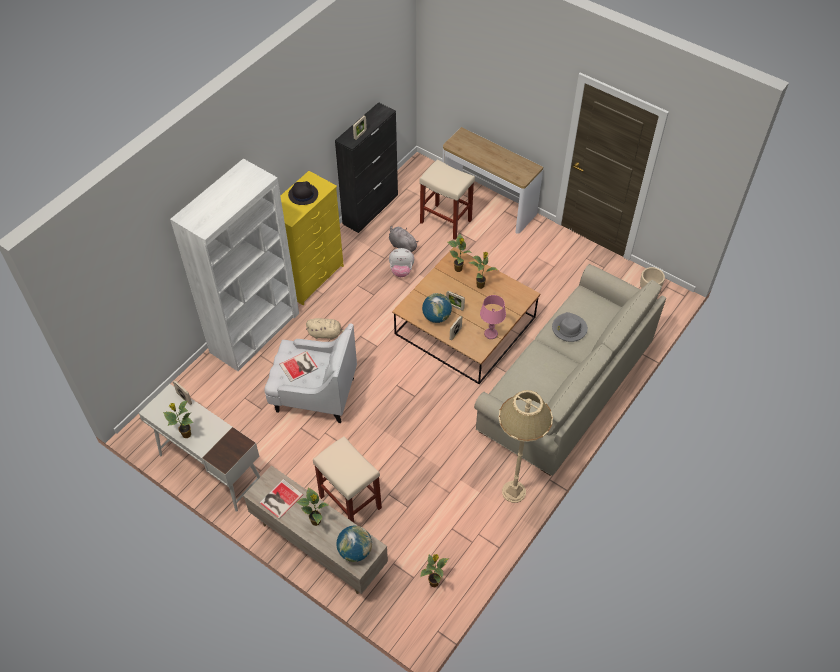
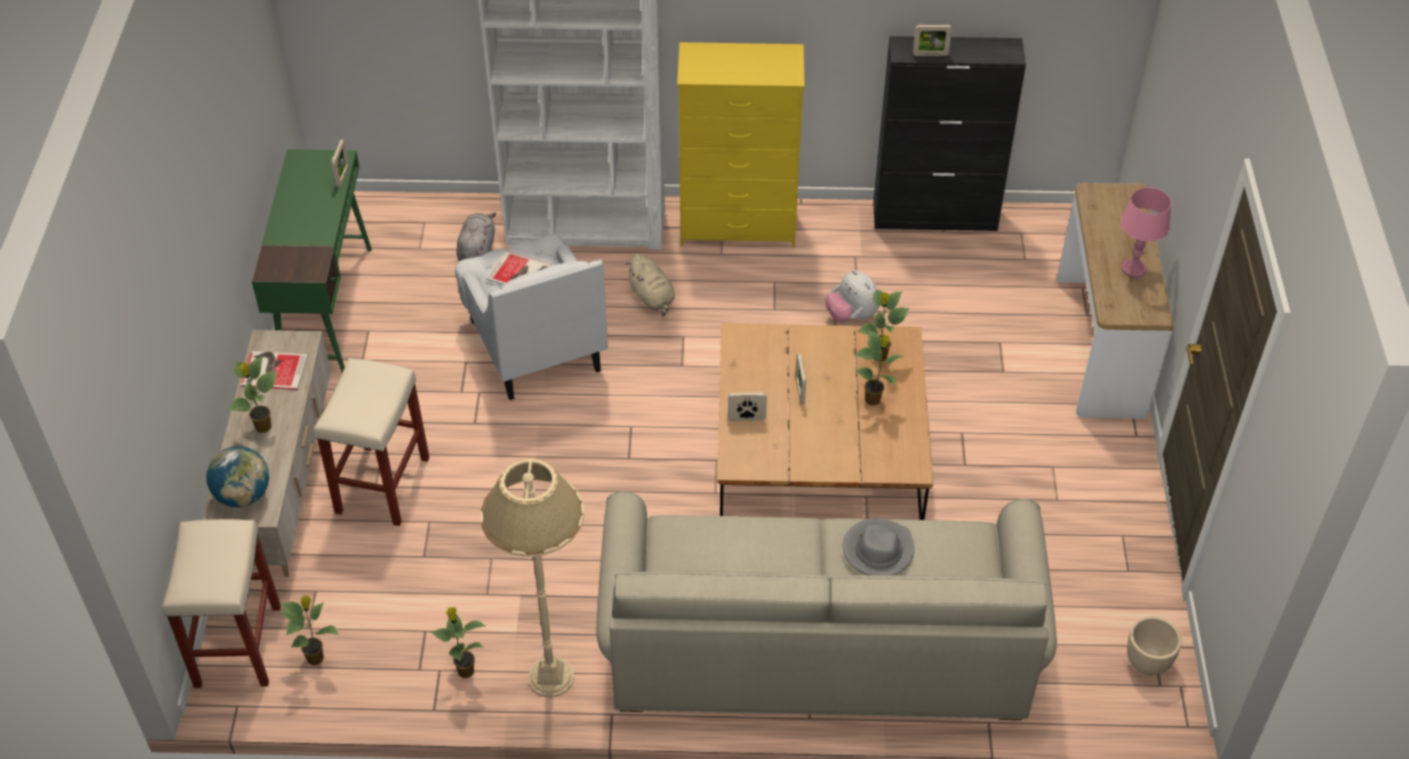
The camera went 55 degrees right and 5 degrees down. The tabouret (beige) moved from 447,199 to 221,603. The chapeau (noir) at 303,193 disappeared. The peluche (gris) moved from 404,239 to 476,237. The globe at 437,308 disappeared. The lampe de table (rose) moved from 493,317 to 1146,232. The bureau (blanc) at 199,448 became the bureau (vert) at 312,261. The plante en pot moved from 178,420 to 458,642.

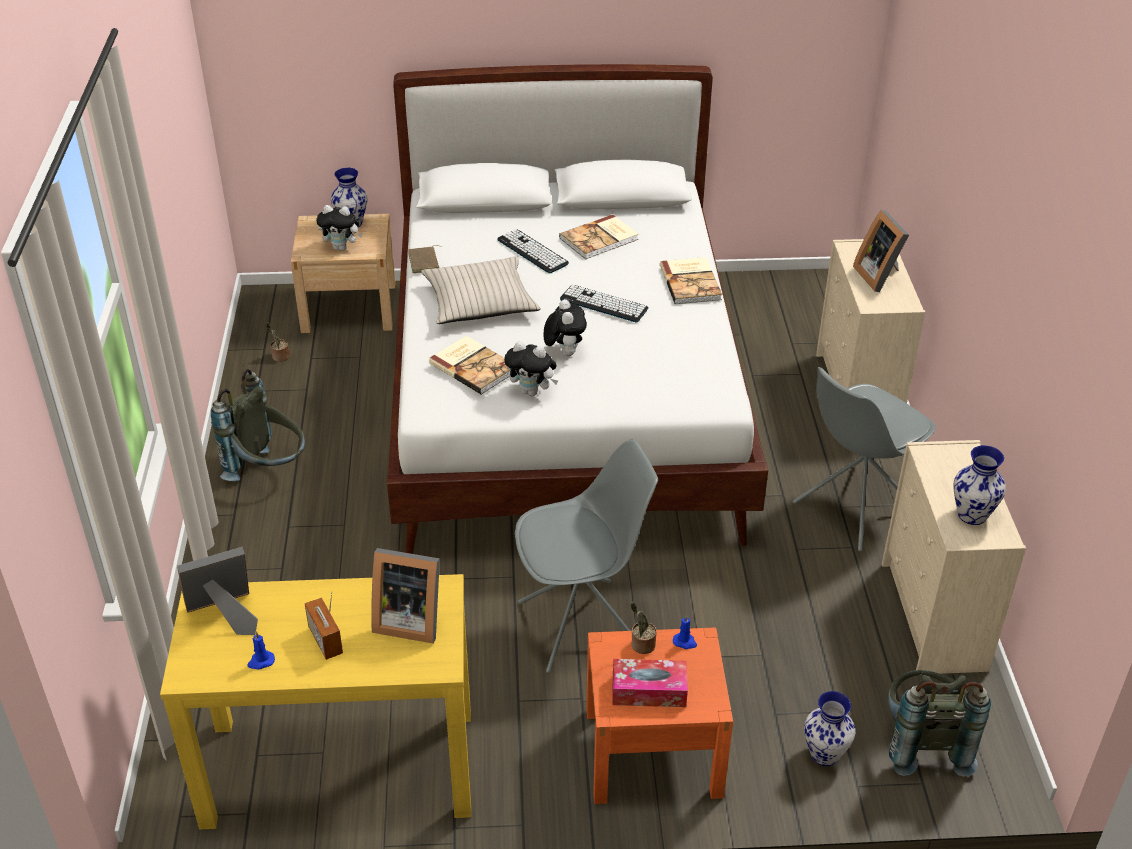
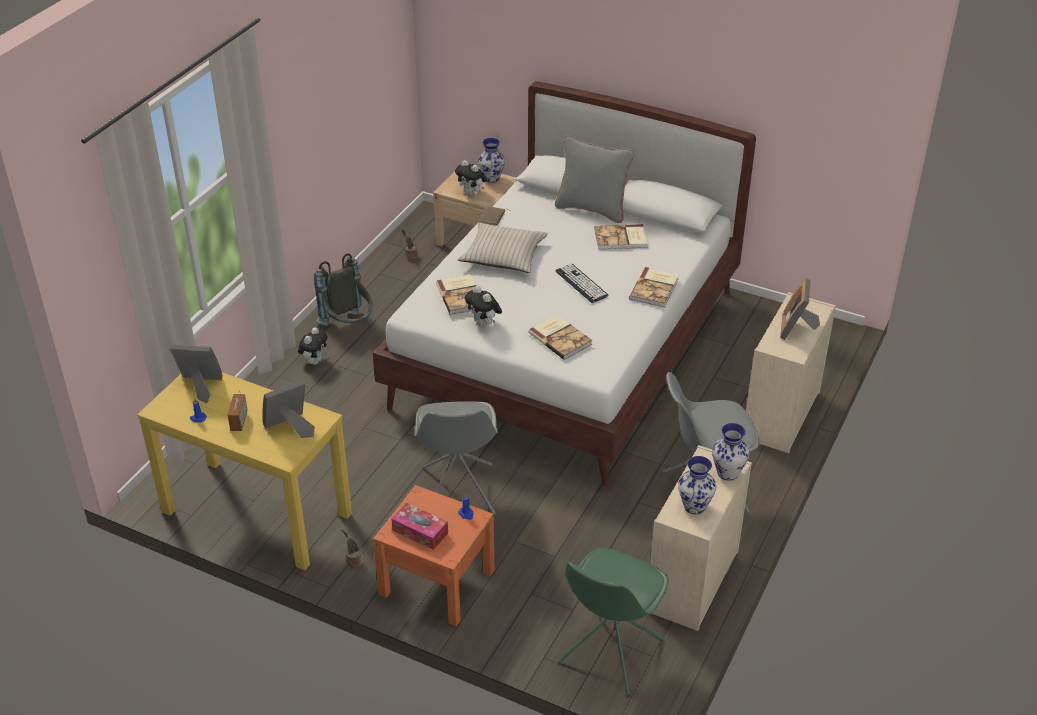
The camera went 30 degrees right and 0 degrees up. The clavier at 533,251 disappeared. The peluche moved from 565,327 to 312,346. The chaise (gris) at 586,556 turned 75 degrees clockwise. The cadre photo at 405,595 turned 105 degrees clockwise. The plante en pot moved from 643,628 to 352,548. The sac à dos (gris) at 939,723 was replaced by the chaise (vert) at 613,621. The vase moved from 829,728 to 730,452. The coussin (gris) at 594,179 appeared. The livre at 560,337 appeared.

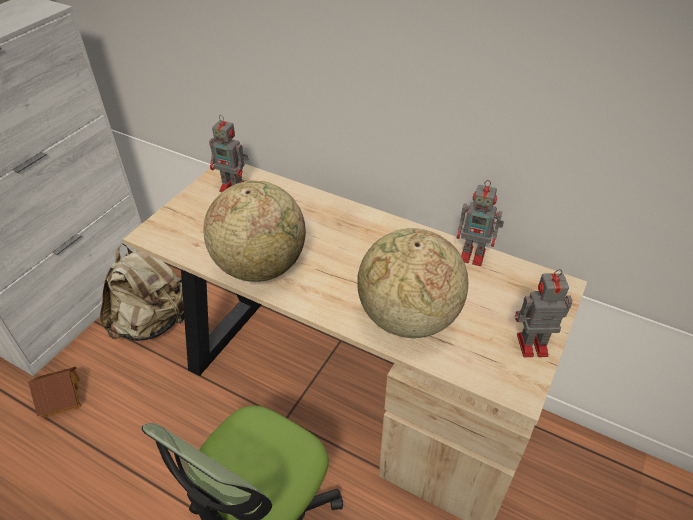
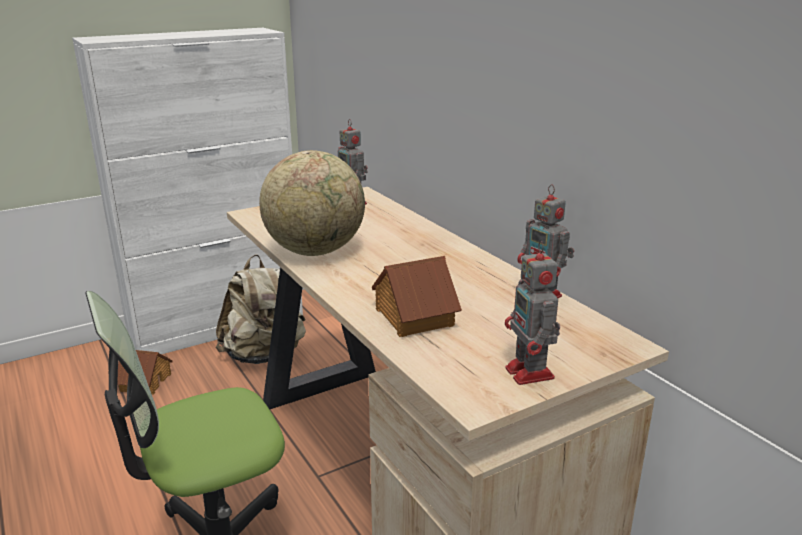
The camera went 30 degrees right and 20 degrees down. The globe at 412,283 was replaced by the maison miniature at 417,296. The robot jouet at 543,313 turned 135 degrees counterclockwise.

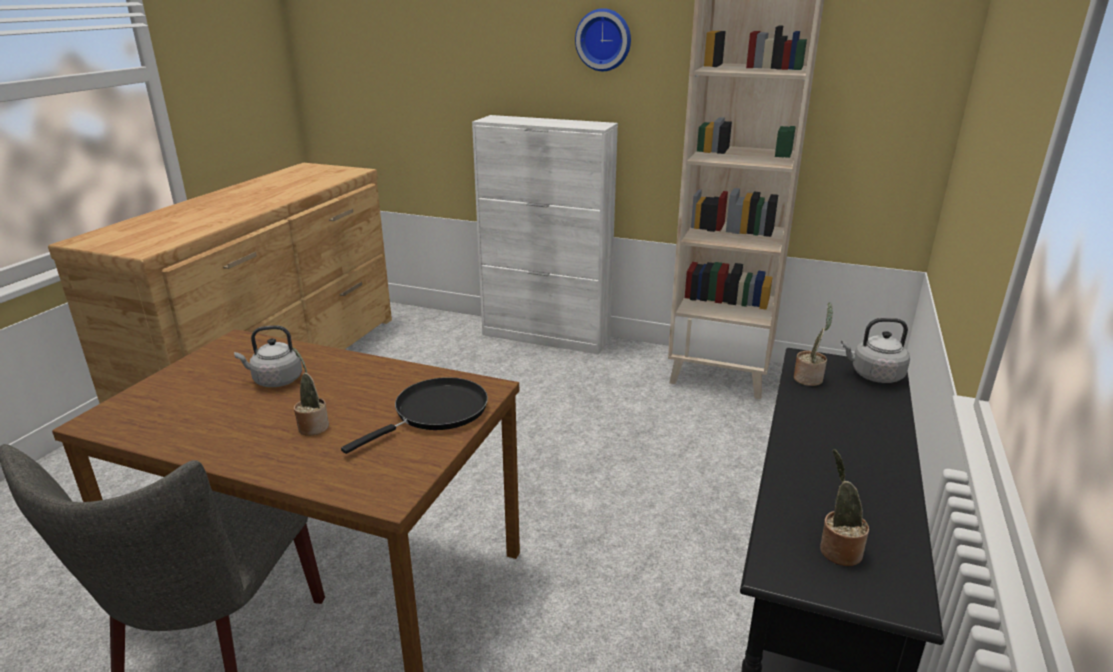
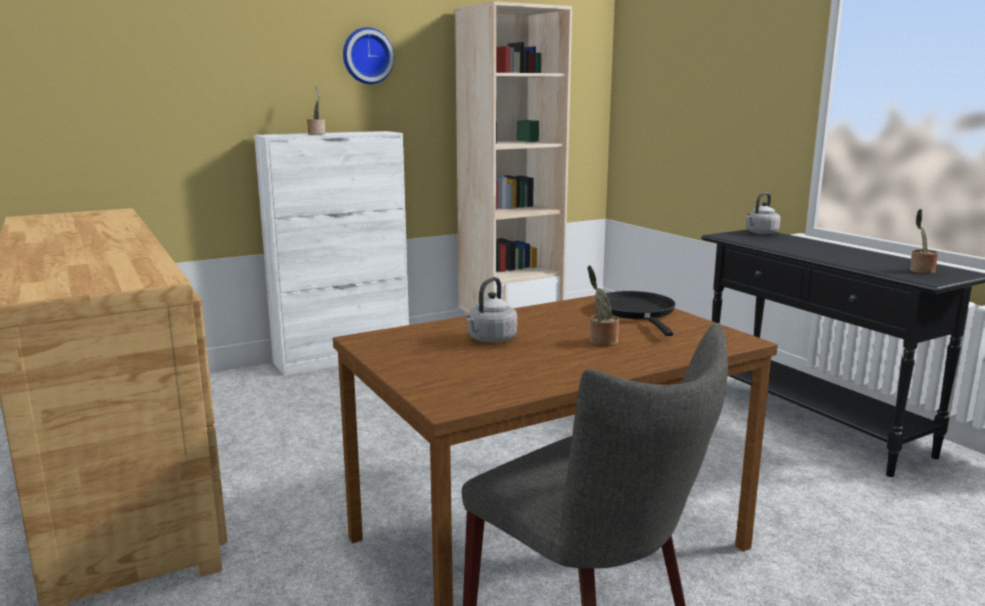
The camera went 50 degrees left and 10 degrees down. The plante en pot moved from 813,344 to 316,110.

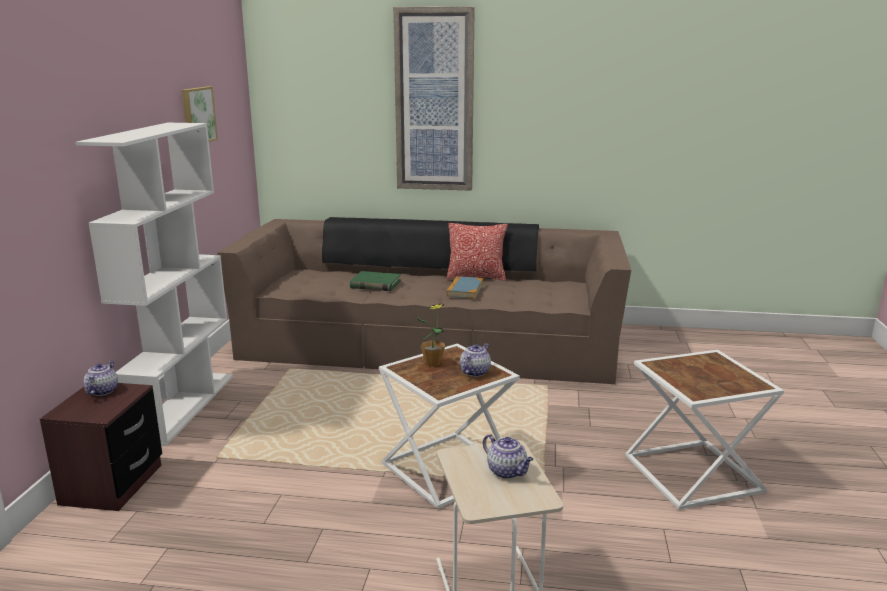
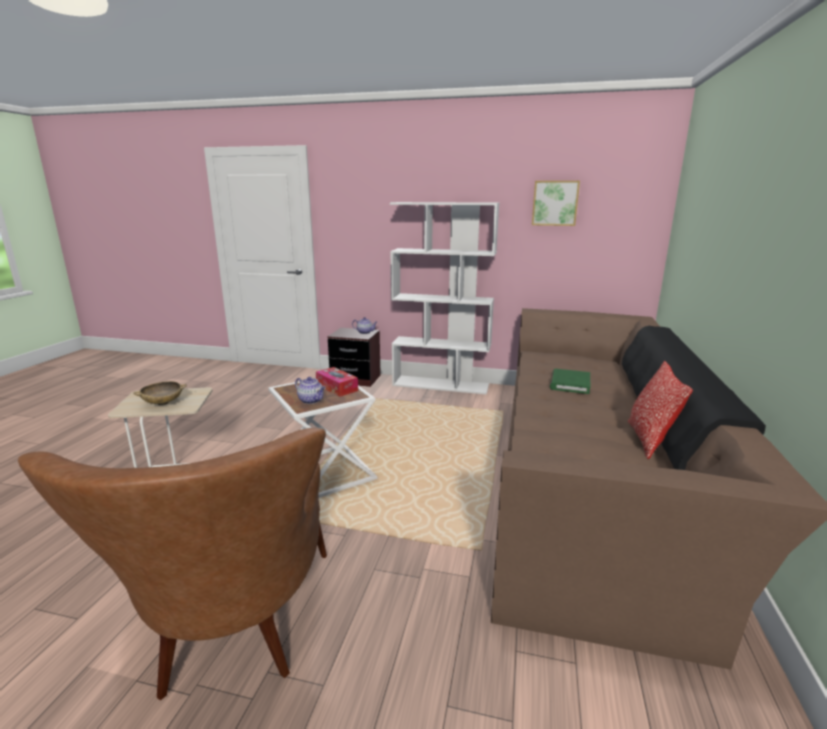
The camera went 95 degrees right and 0 degrees up. The tableau at 434,99 disappeared. The livre at 464,287 disappeared. The plante en pot at 430,334 was replaced by the boîte à mouchoirs at 337,382. The table d'appoint (blanc) at 704,430 was replaced by the fauteuil (marron) at 172,564. The théière at 508,456 was replaced by the bol (beige) at 160,393.

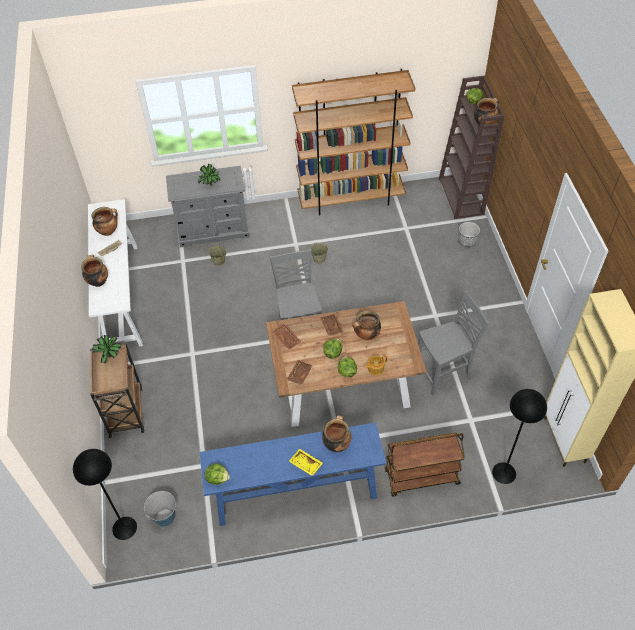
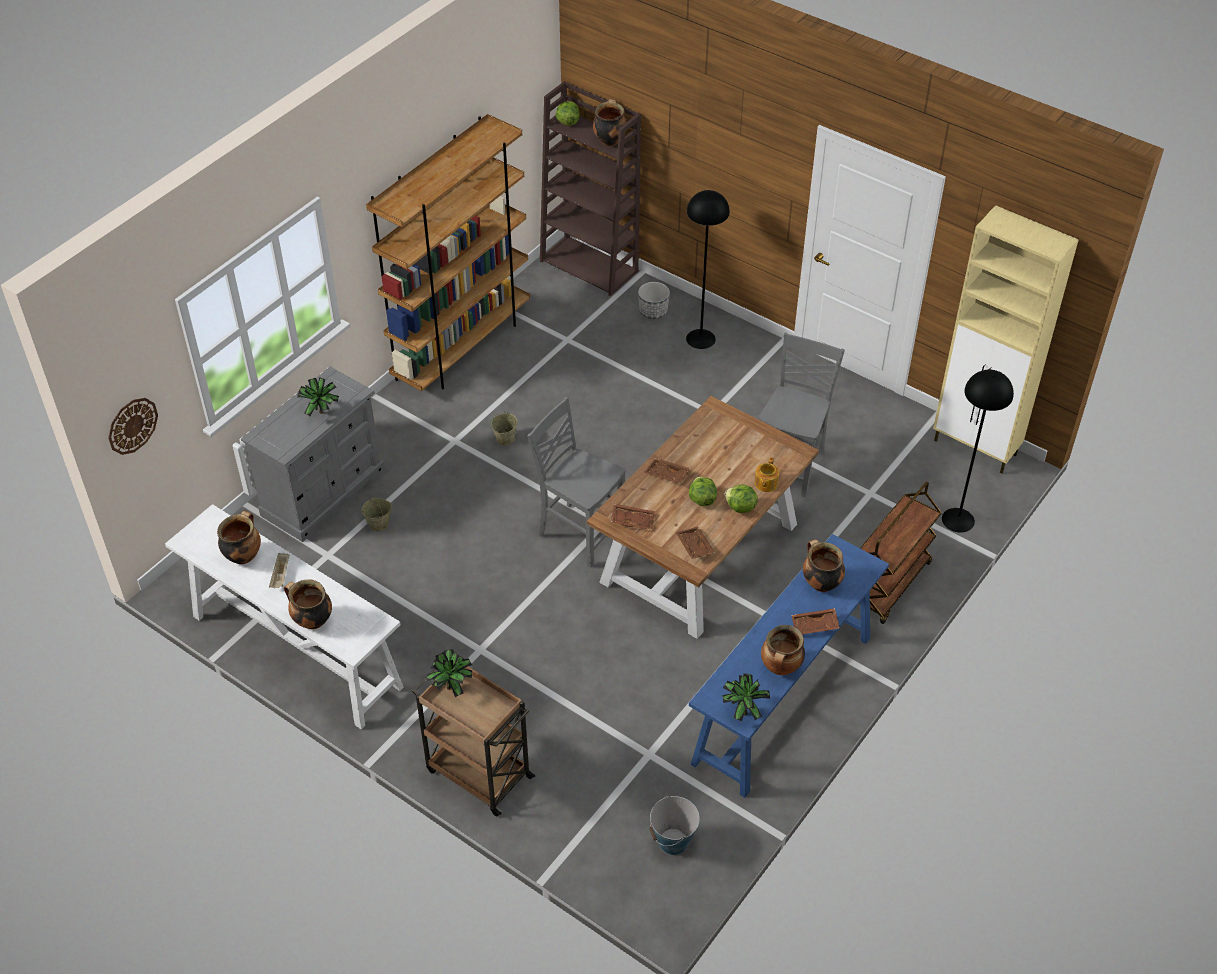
The camera went 45 degrees left and 5 degrees down. The marmite moved from 367,325 to 783,650. The lampadaire (noir) moved from 105,494 to 708,269. The plateau (jaune) at 306,462 became the plateau (marron) at 815,621. The laitue at 217,474 was replaced by the plante en pot at 746,697. The horloge murale at 133,426 appeared.

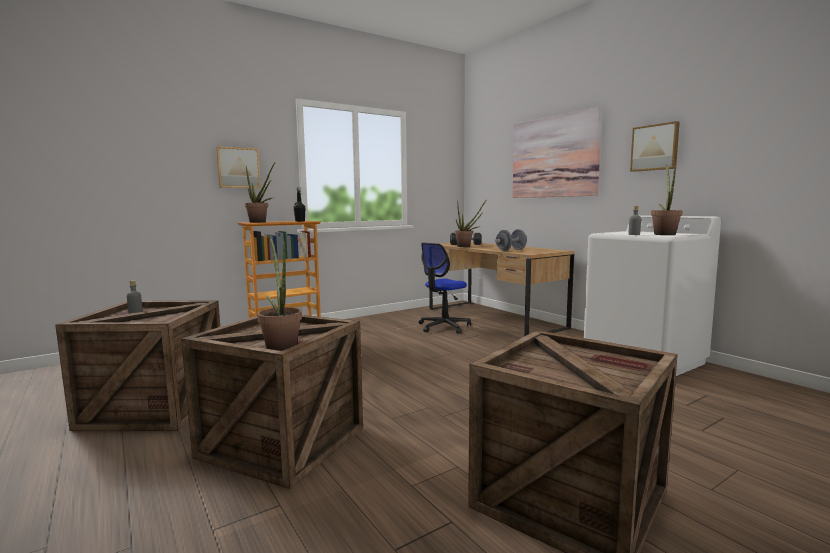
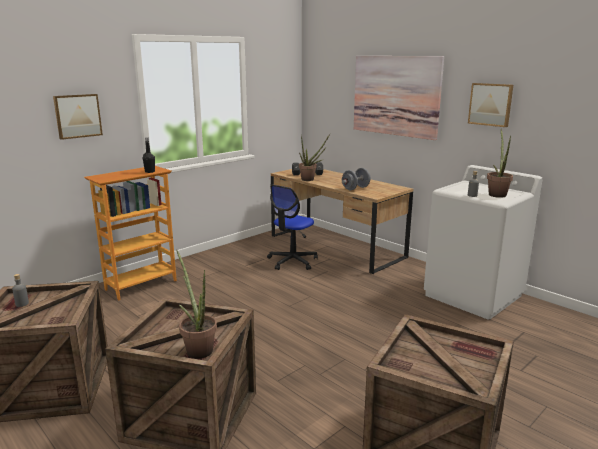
The camera went 10 degrees left and 10 degrees up. The plante en pot at 260,193 disappeared.

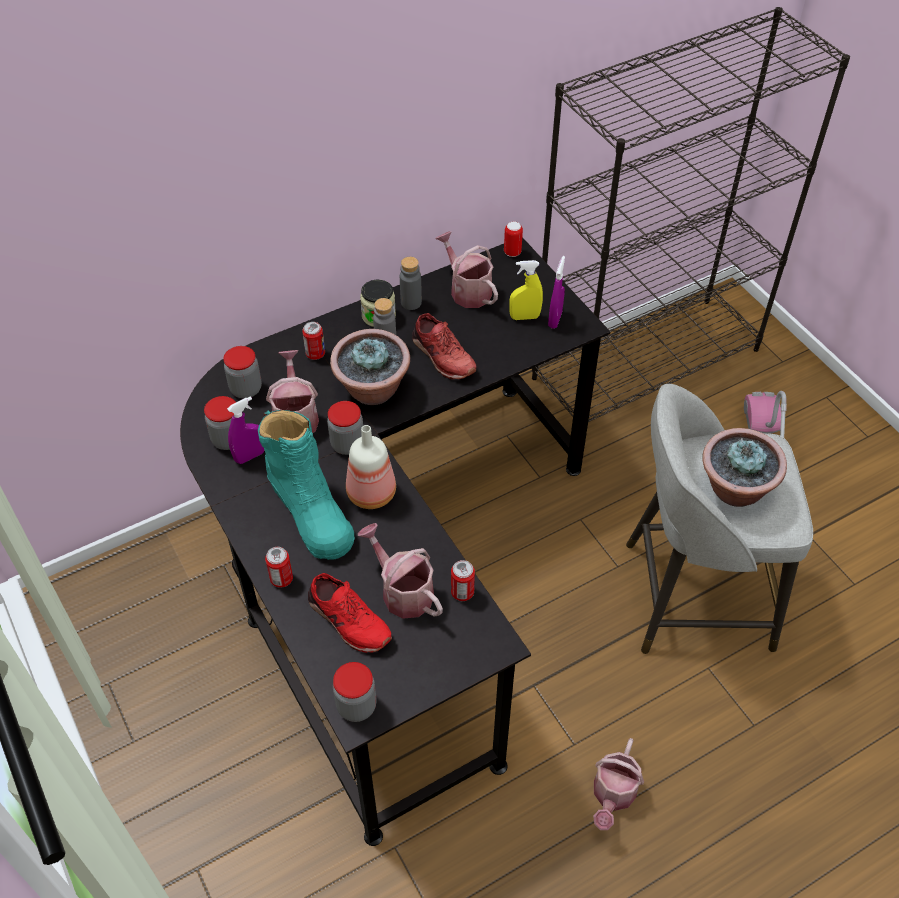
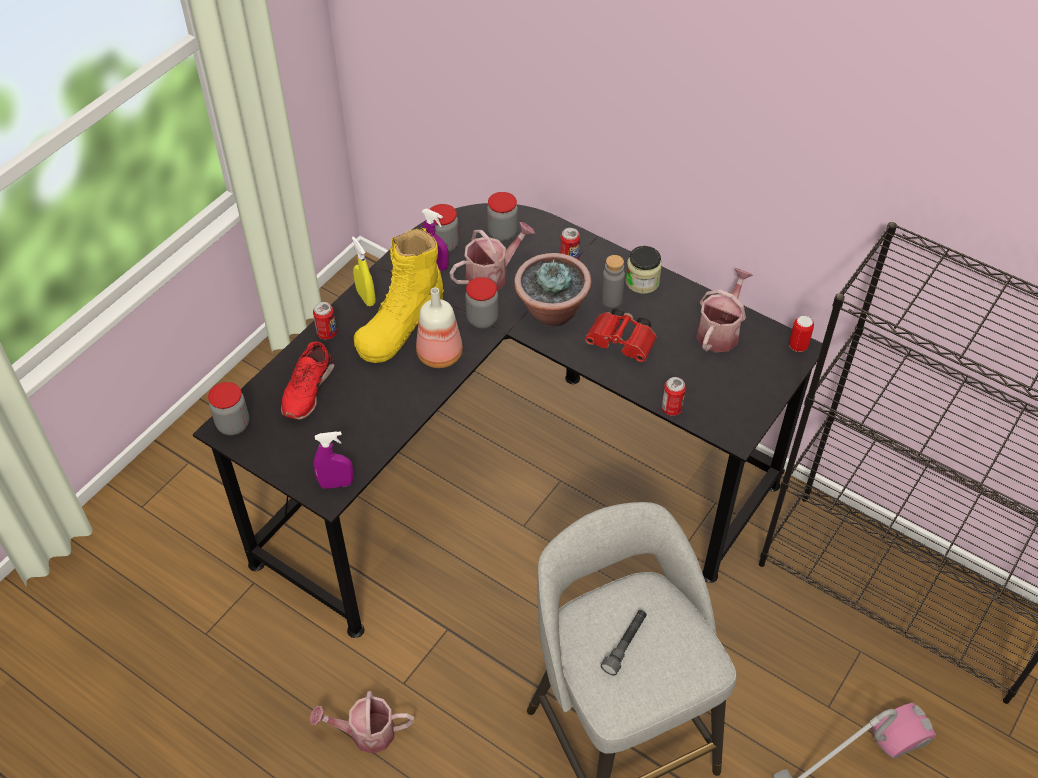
The camera went 65 degrees right and 0 degrees up. The vaporisateur (violet) moved from 556,292 to 334,460. The bouteille (gris) at 411,283 disappeared. The vaporisateur (jaune) moved from 526,290 to 364,271. The chaussure (rouge) at 444,346 was replaced by the jumelles (rouge) at 621,335. The botte (turquoise) at 306,485 became the botte (jaune) at 399,295. The plante en pot at 744,467 was replaced by the lampe de poche (gris) at 624,643. The arrosoir at 400,571 disappeared. The boîte métallique moved from 463,580 to 674,396.

